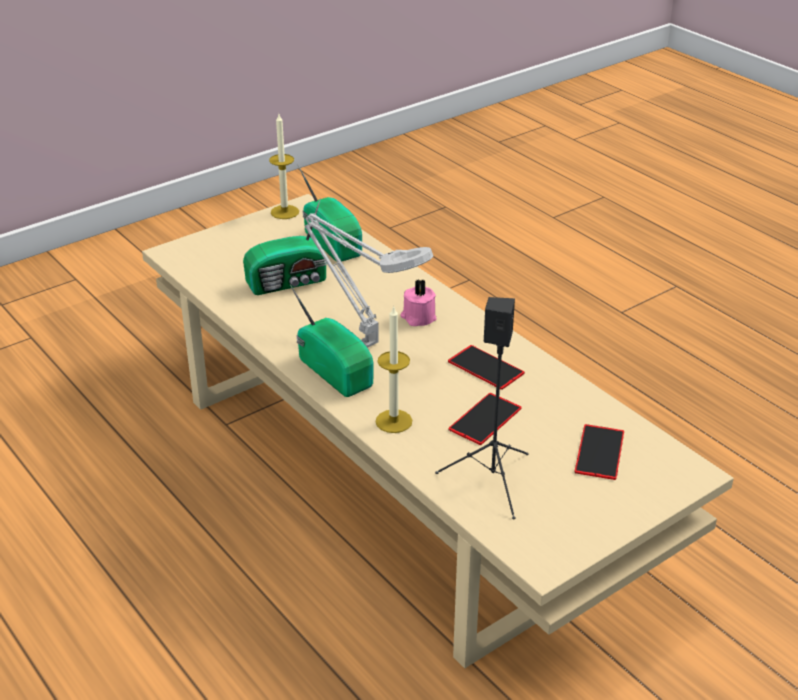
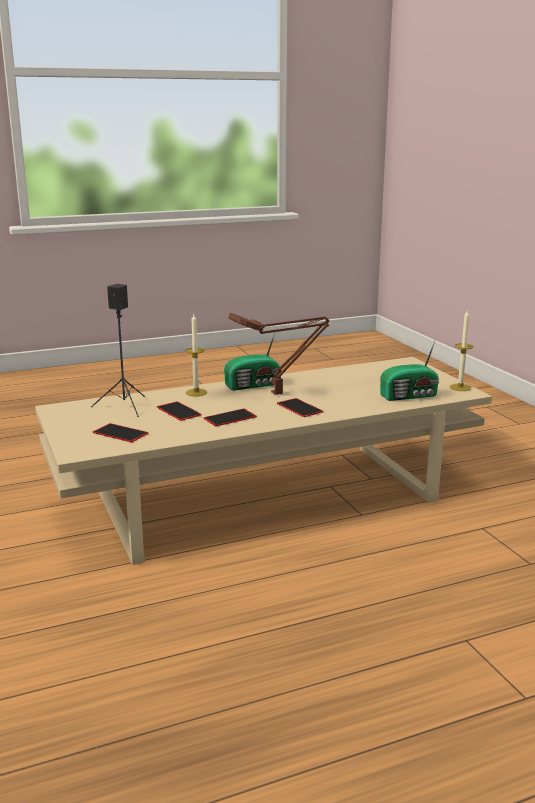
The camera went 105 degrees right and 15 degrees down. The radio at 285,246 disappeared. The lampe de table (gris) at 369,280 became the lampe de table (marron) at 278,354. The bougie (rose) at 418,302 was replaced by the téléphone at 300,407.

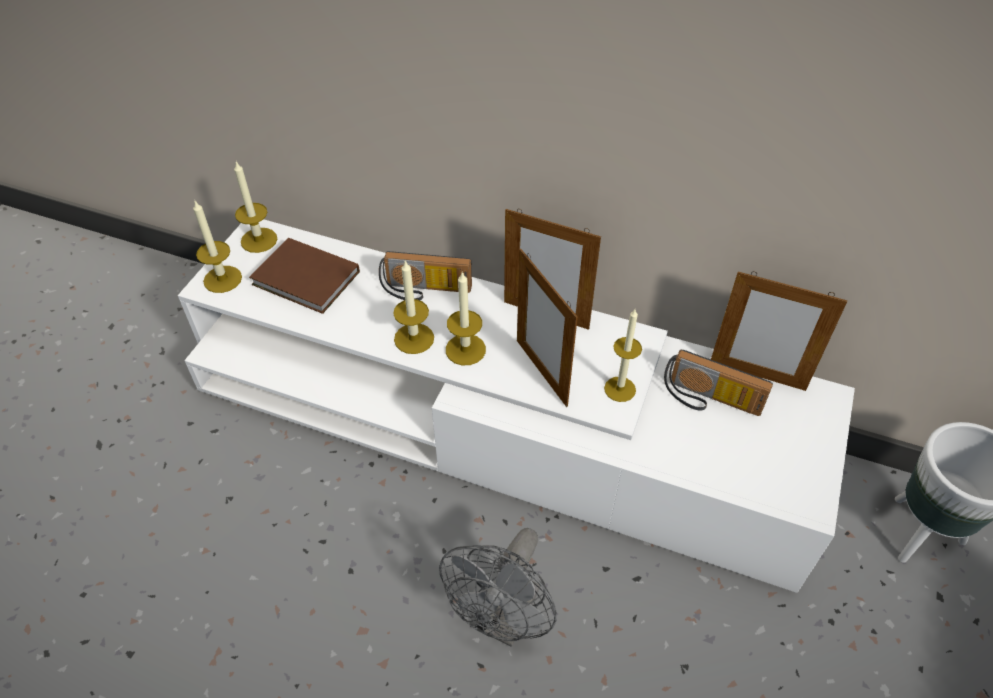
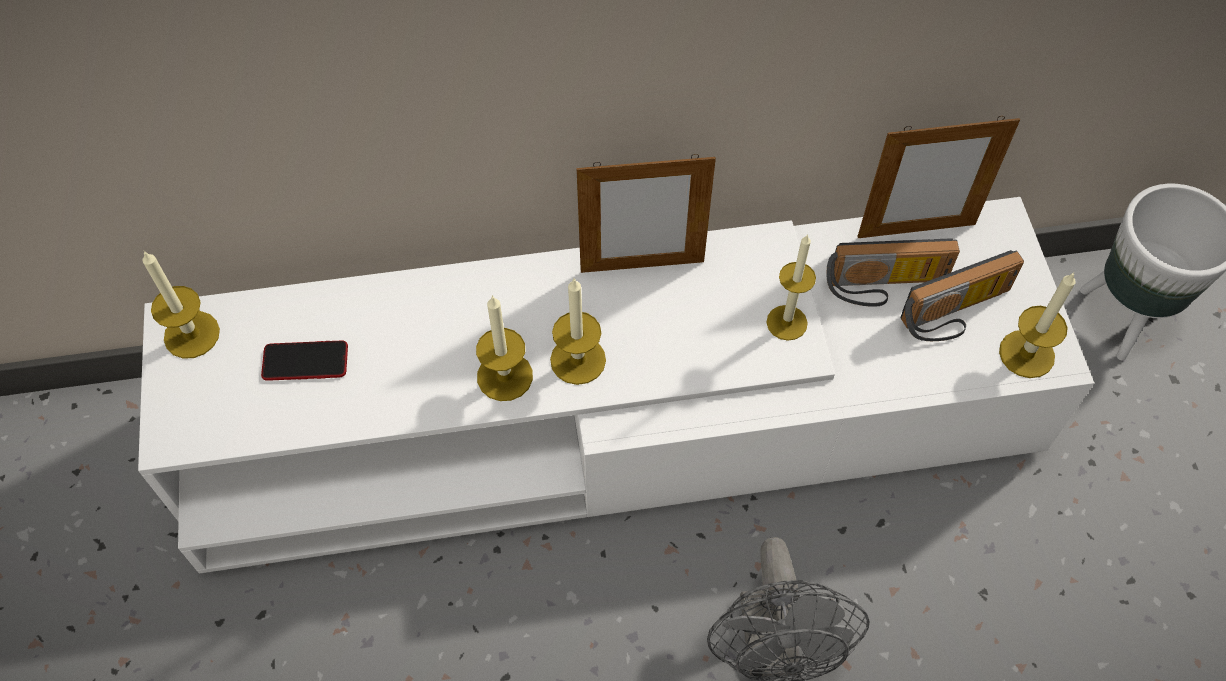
The camera went 30 degrees left and 10 degrees up. The bougie moved from 217,247 to 1037,325. The livre (marron) at 304,276 was replaced by the téléphone at 304,360. The cadre photo at 547,328 disappeared. The radio moved from 425,275 to 962,295.

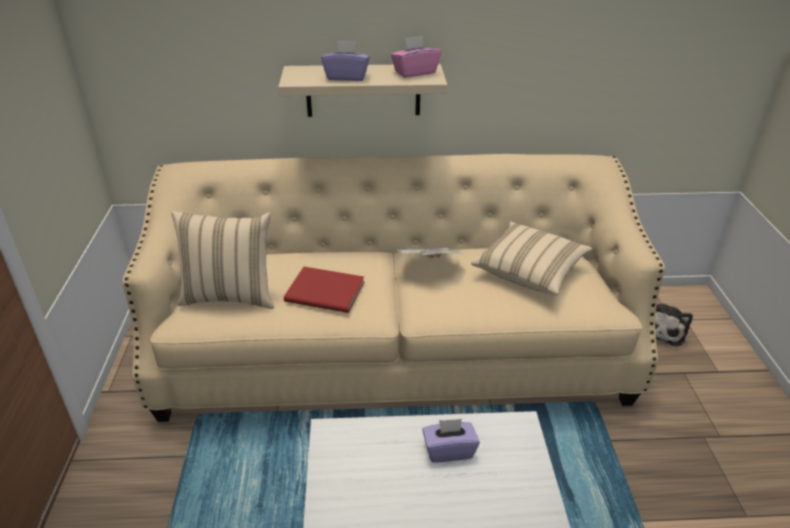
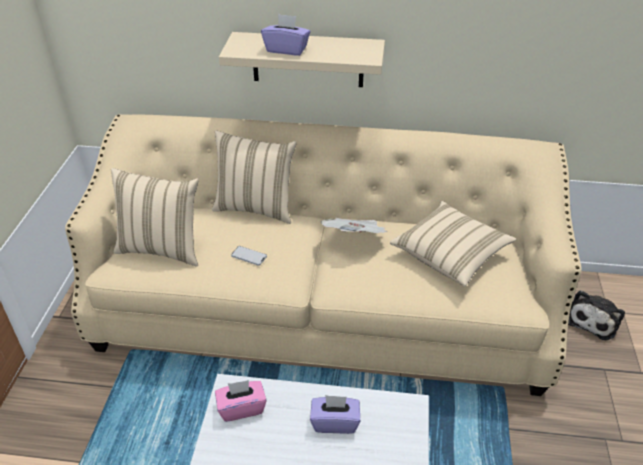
The camera went 10 degrees right and 5 degrees up. The boîte à mouchoirs (rose) moved from 416,57 to 241,401. The livre (rouge) at 324,290 was replaced by the téléphone at 249,256. The coussin (beige) at 254,177 appeared.

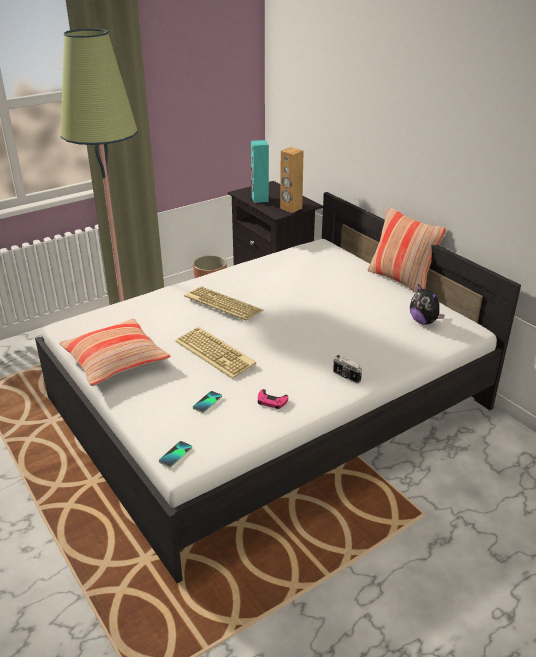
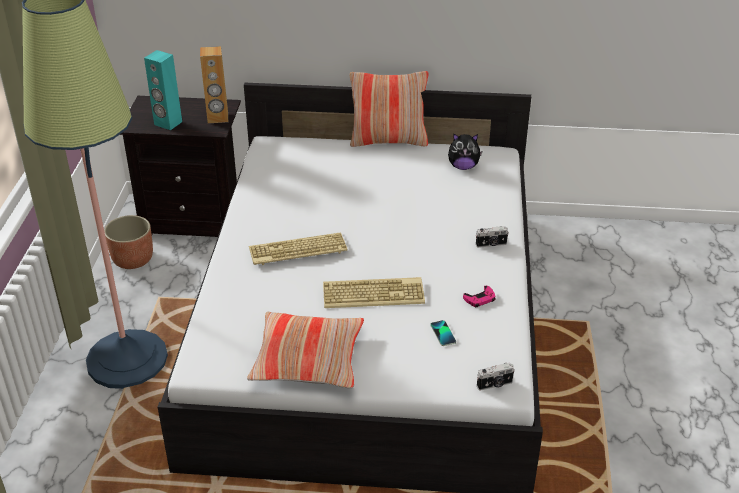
The camera went 50 degrees left and 5 degrees up. The téléphone at 175,454 was replaced by the appareil photo at 496,376.

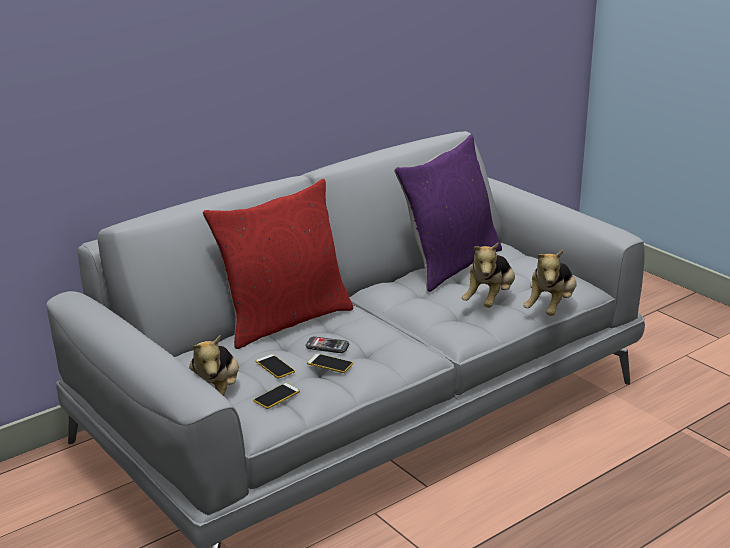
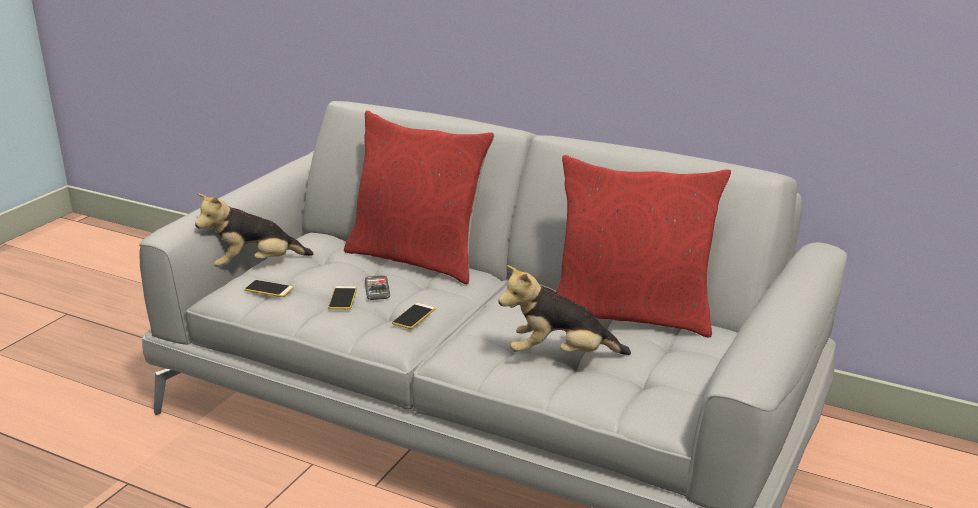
The camera went 65 degrees right and 0 degrees up. The coussin (violet) at 448,213 became the coussin (rouge) at 643,246. The peluche at 549,283 disappeared. The téléphone moved from 275,366 to 413,316.

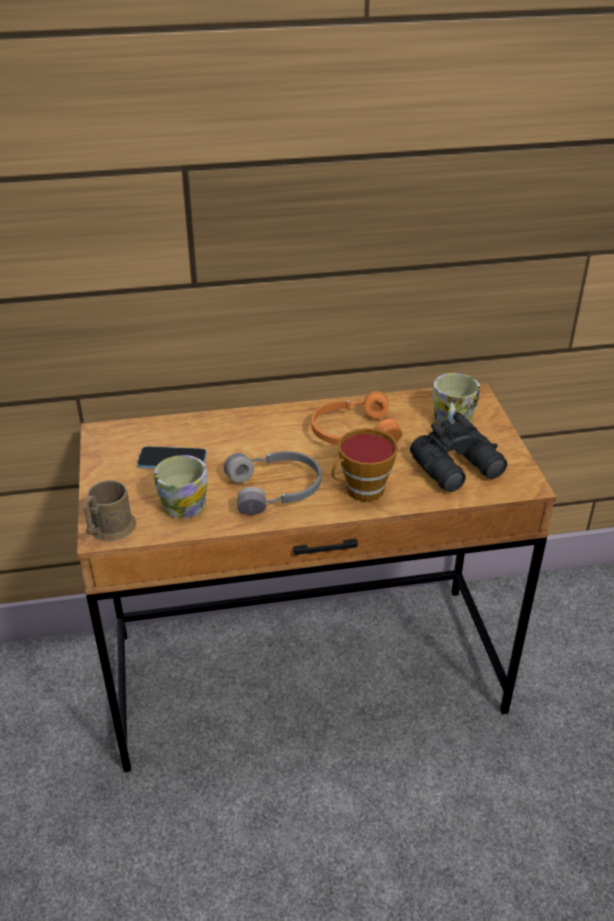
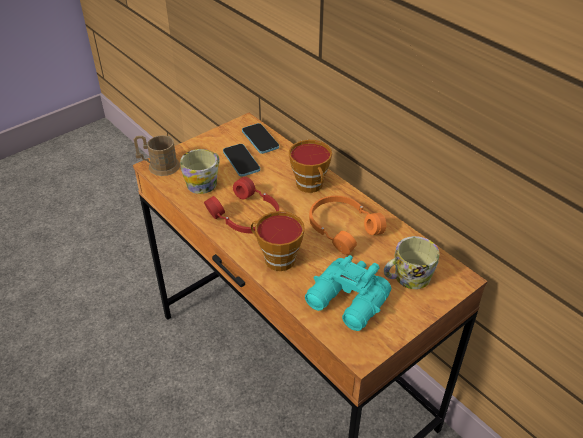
The camera went 60 degrees right and 5 degrees up. The jumelles (noir) at 458,452 became the jumelles (turquoise) at 348,293. The casque audio (gris) at 272,483 became the casque audio (rouge) at 241,205. The téléphone at 260,138 appeared. The tasse at 310,166 appeared.

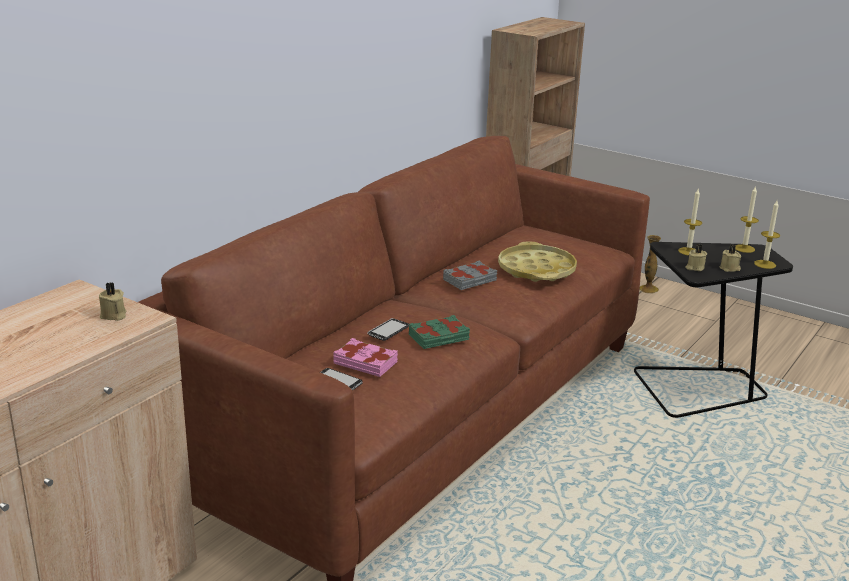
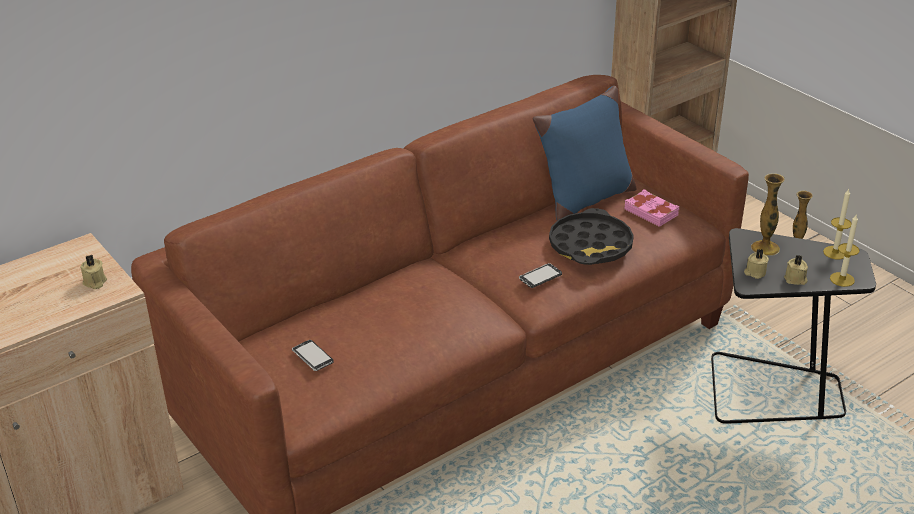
The camera went 20 degrees right and 10 degrees up. The bougie at 690,222 was replaced by the vase at 768,215. The plateau (jaune) at 537,261 became the plateau (noir) at 591,236. The livre (gris) at 470,275 disappeared. The livre (vert) at 439,332 disappeared. The téléphone moved from 388,329 to 540,275. The livre (rose) moved from 365,357 to 652,208. The coussin (bleu) at 584,153 appeared.

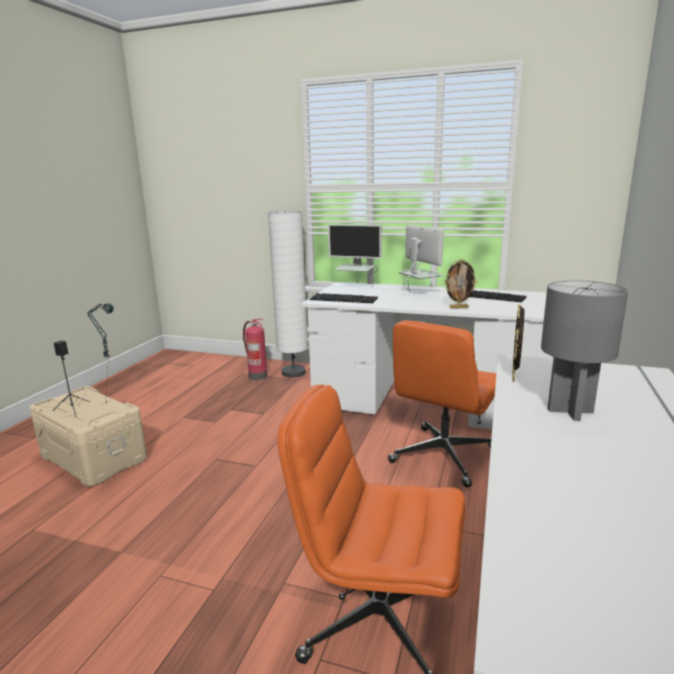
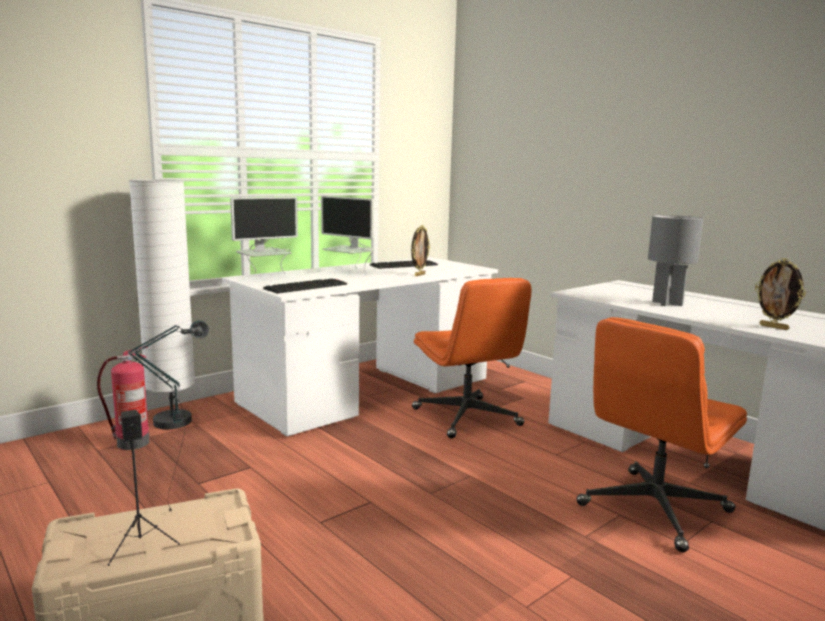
The camera went 60 degrees left and 5 degrees down. The écran d'ordinateur at 421,260 turned 150 degrees counterclockwise. The cadre photo moved from 519,343 to 780,294.

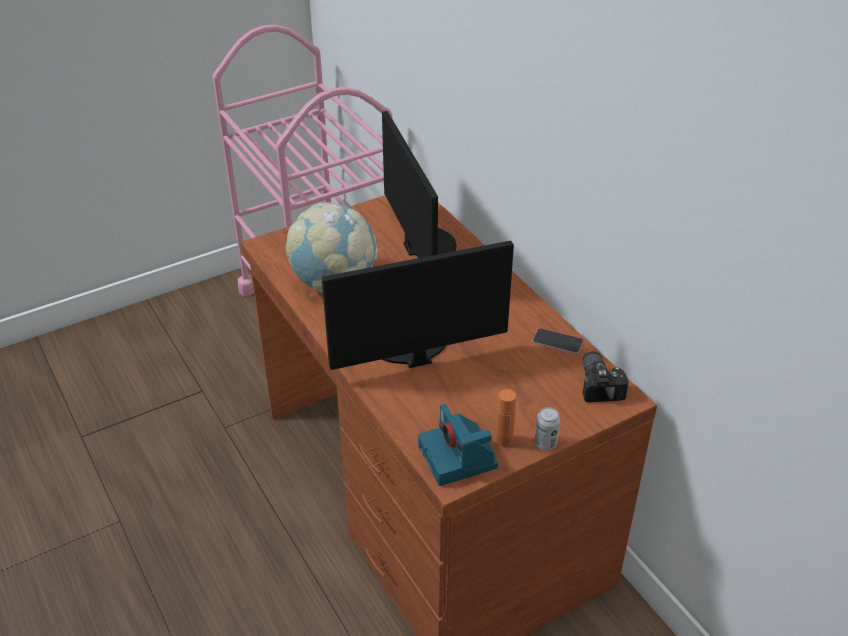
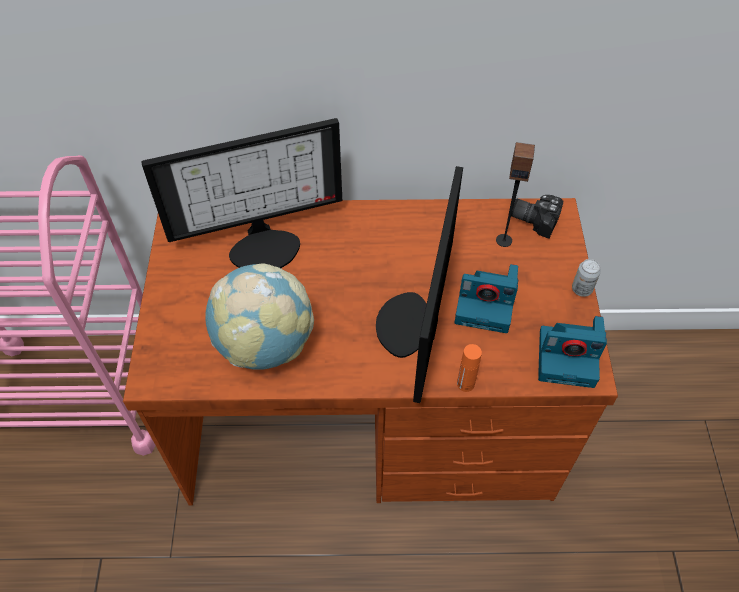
The camera went 60 degrees left and 15 degrees up. The écran d'ordinateur at 419,184 turned 150 degrees clockwise. The téléphone at 557,341 disappeared. The bouteille (orange) moved from 505,418 to 469,368. The enceinte at 515,194 appeared. The appareil photo at 487,298 appeared.

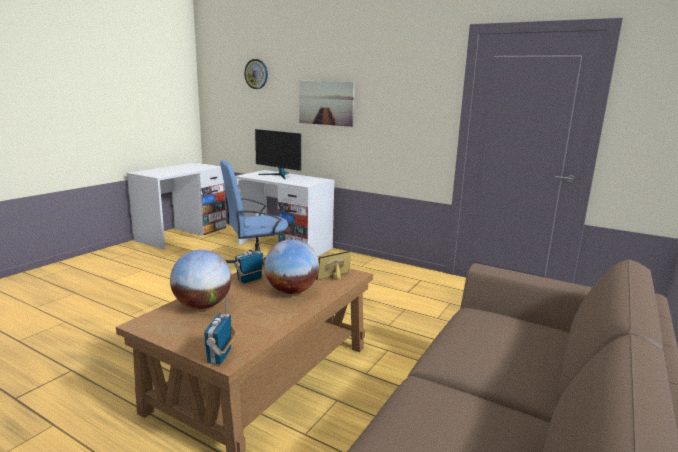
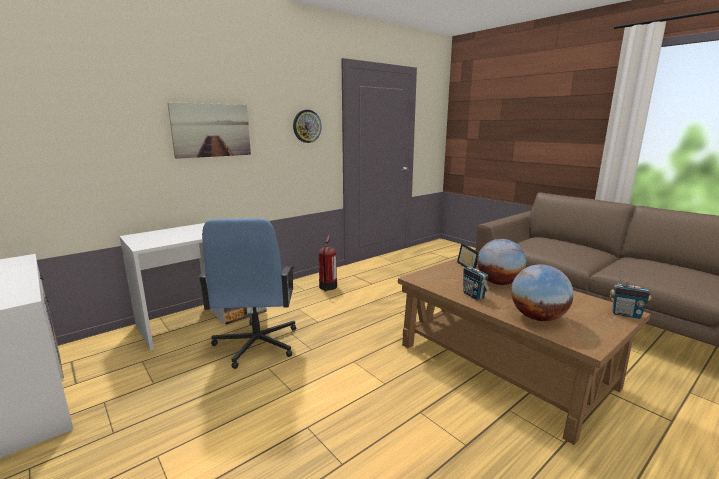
The camera went 70 degrees left and 0 degrees up. The horloge murale moved from 256,74 to 307,126. The écran d'ordinateur at 278,154 disappeared. The extincteur at 328,263 appeared.

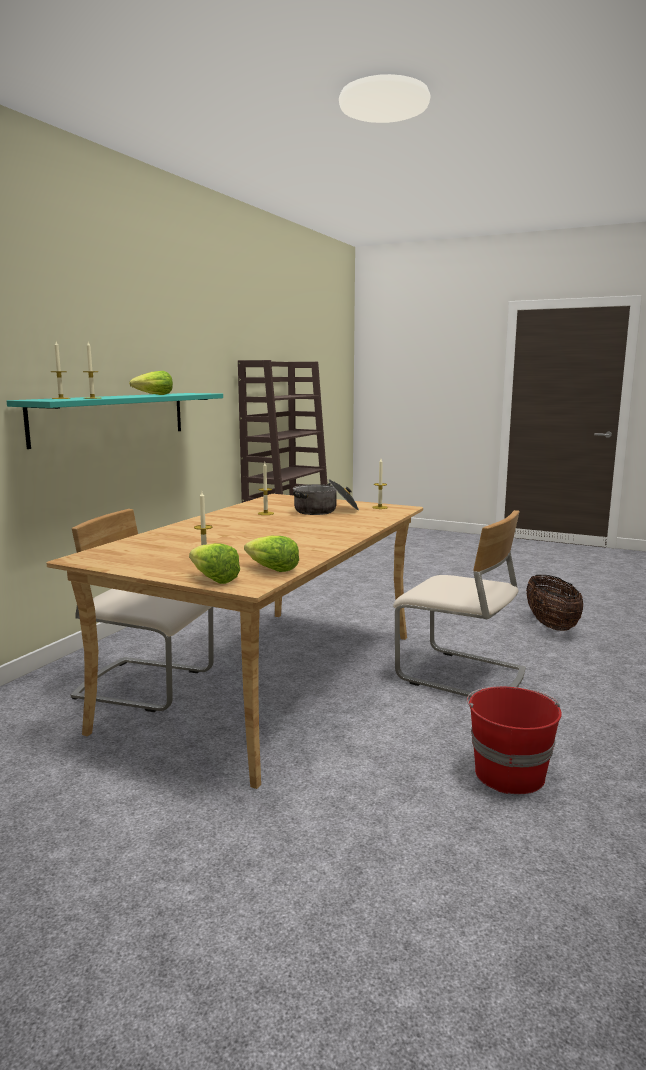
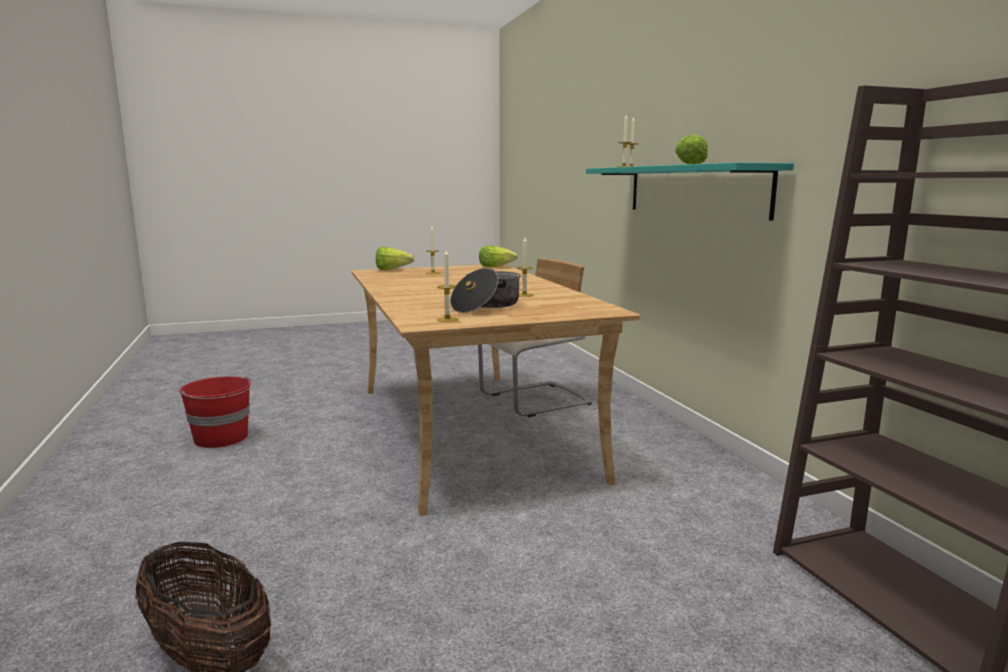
The camera went 135 degrees right and 0 degrees up. The chaise (beige) at 459,604 disappeared. The laitue moved from 271,554 to 498,256.

